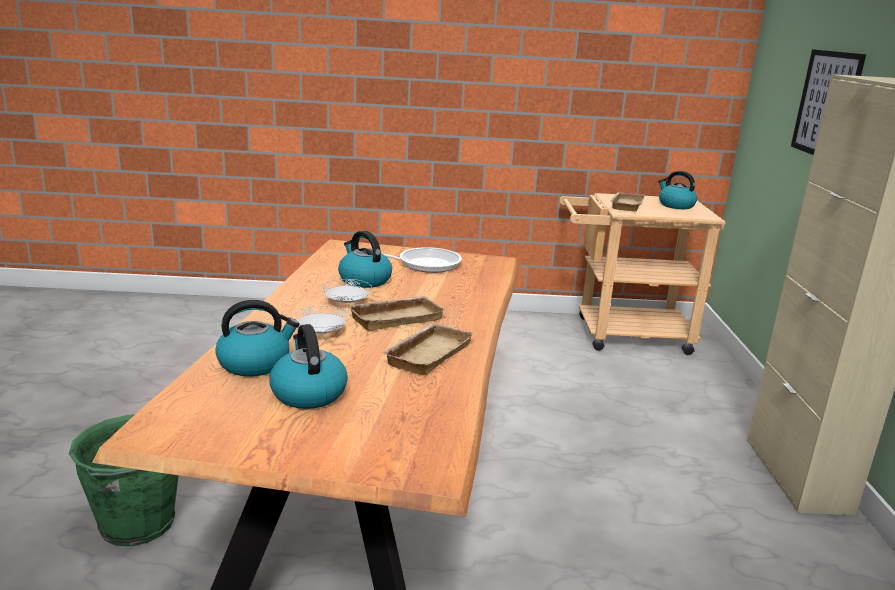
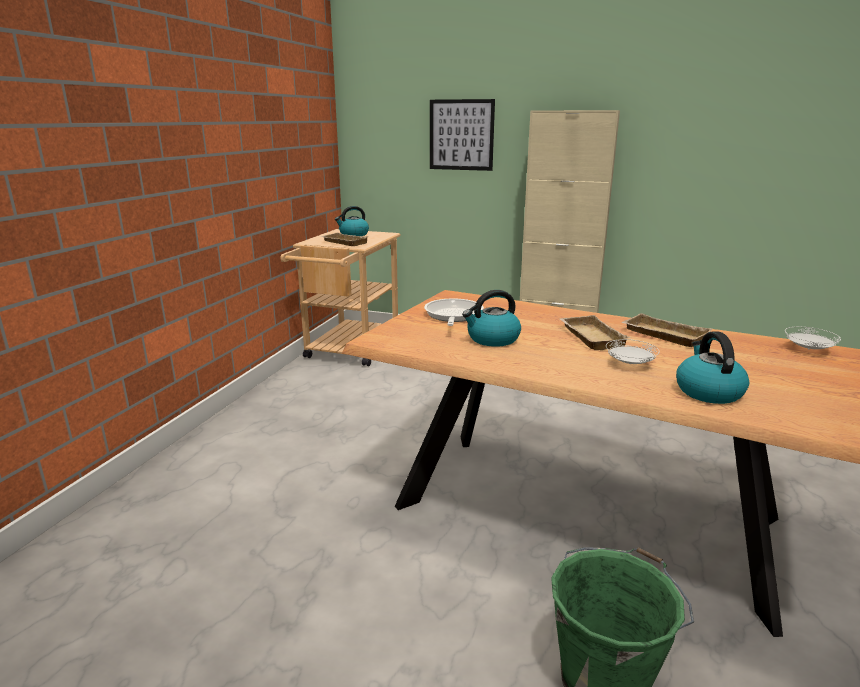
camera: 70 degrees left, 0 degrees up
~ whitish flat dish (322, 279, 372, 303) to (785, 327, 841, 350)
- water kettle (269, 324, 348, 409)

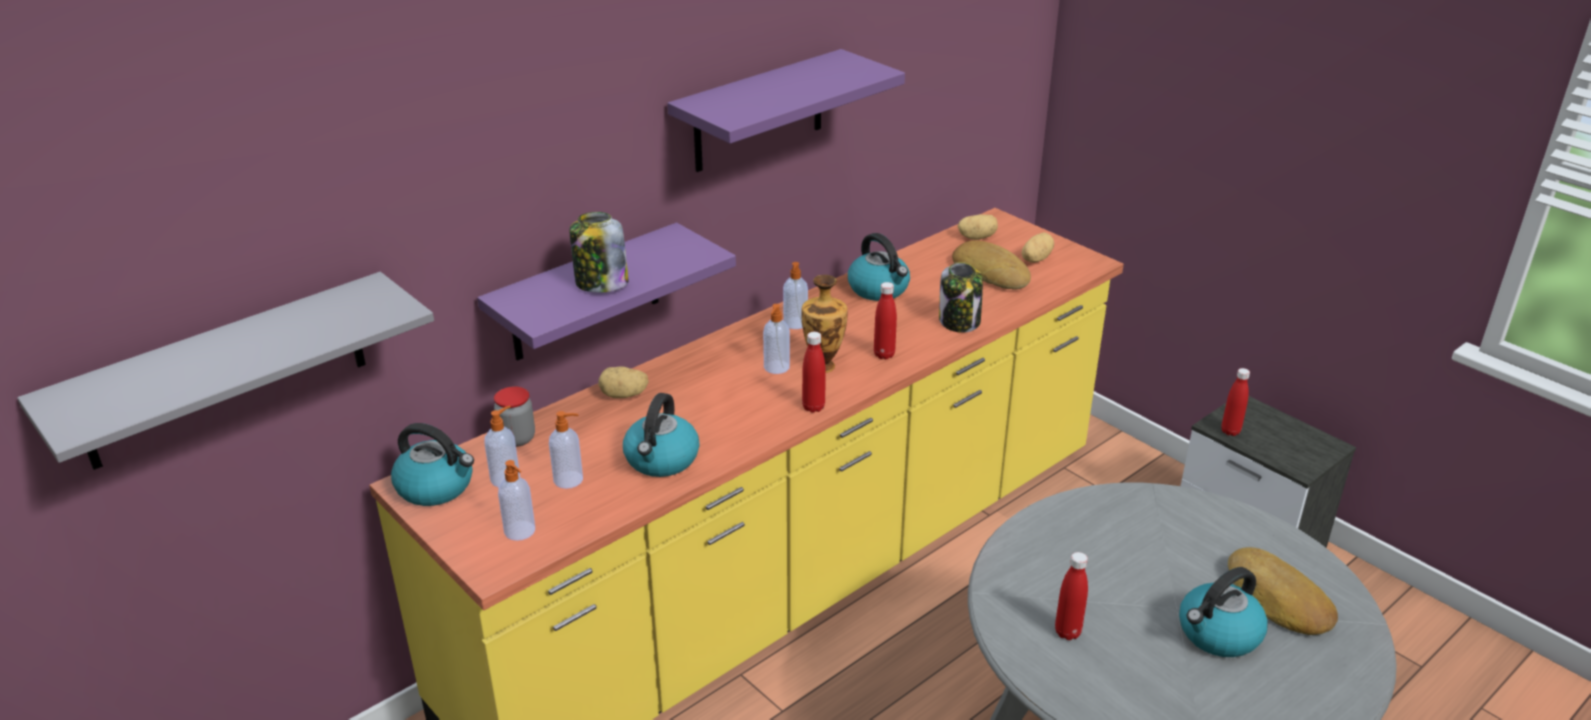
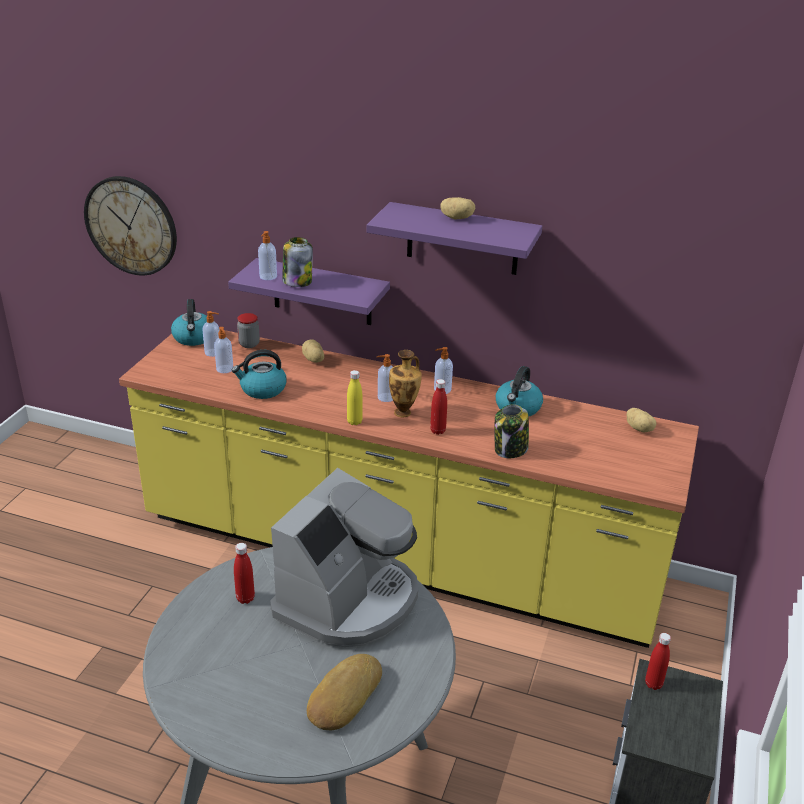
camera: 60 degrees right, 0 degrees up
~ whole potato (1022, 233, 1054, 263) to (440, 197, 475, 219)
- baked bread (952, 240, 1031, 290)
~ grey bracket shelf (17, 272, 434, 470) to wall clock (84, 176, 177, 275)
~ red-coloured beverage bottle (802, 332, 826, 413) to yellowish beverage bottle (347, 370, 363, 425)
~ soap dispenser (498, 460, 535, 541) to (258, 231, 277, 280)
- water kettle (1179, 567, 1268, 657)
+ coffee brewer (270, 468, 418, 647)

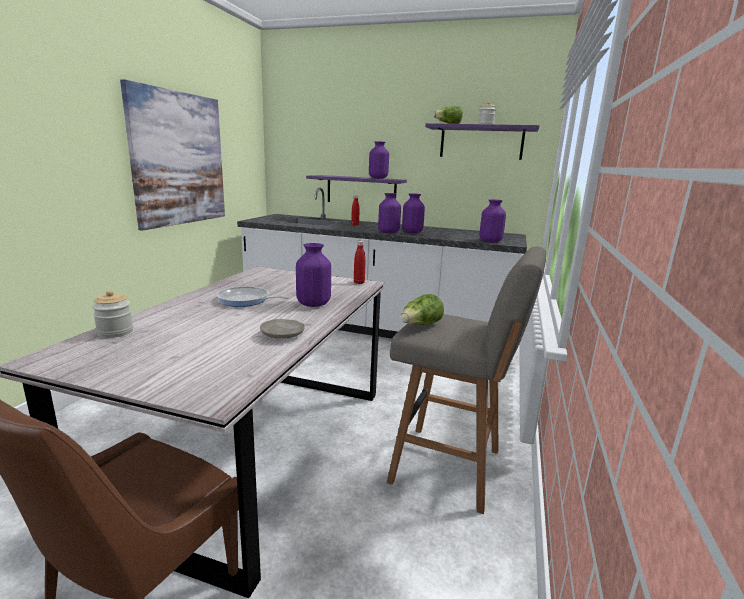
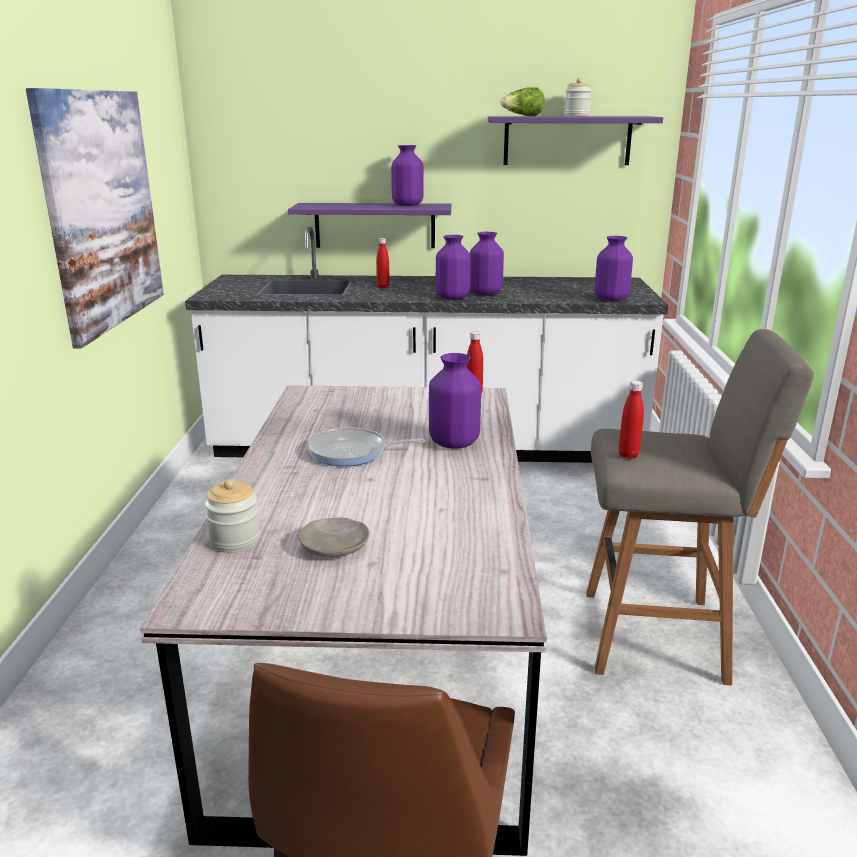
camera: 15 degrees left, 5 degrees up
~ lettuce (401, 294, 444, 325) to red-coloured beverage bottle (619, 381, 644, 459)
~ beige-coloured flat dish (260, 319, 305, 339) to (299, 517, 369, 557)

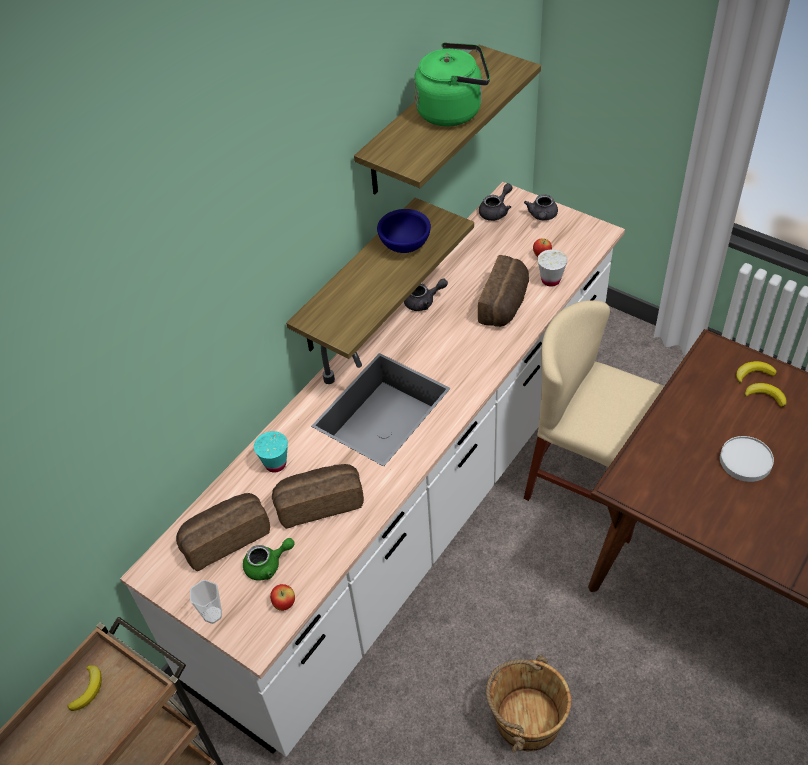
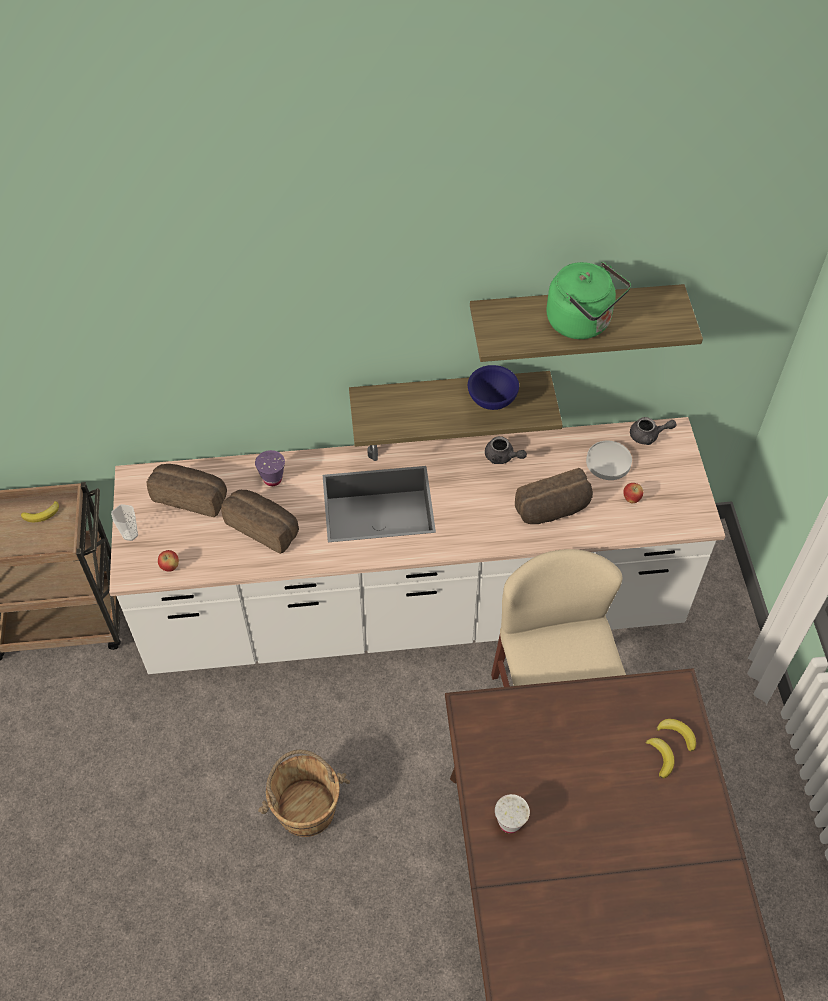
camera: 45 degrees right, 5 degrees up
- grey tea pot (524, 195, 558, 220)
~ whitish small cup (537, 249, 568, 287) to (495, 794, 530, 833)
~ blue-green small cup (254, 431, 288, 473) to purplish small cup (255, 450, 285, 486)
~ whitish flat dish (720, 436, 774, 482) to (586, 441, 632, 480)
- green-coloured tea pot (243, 538, 295, 581)

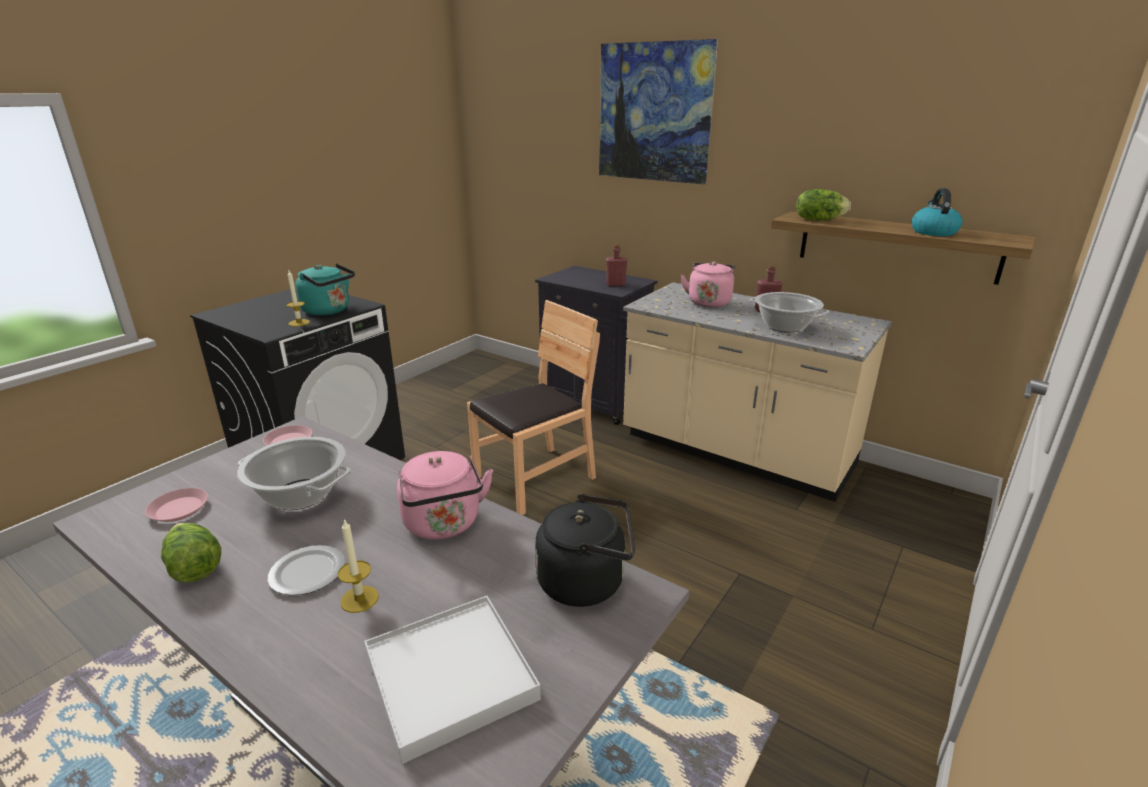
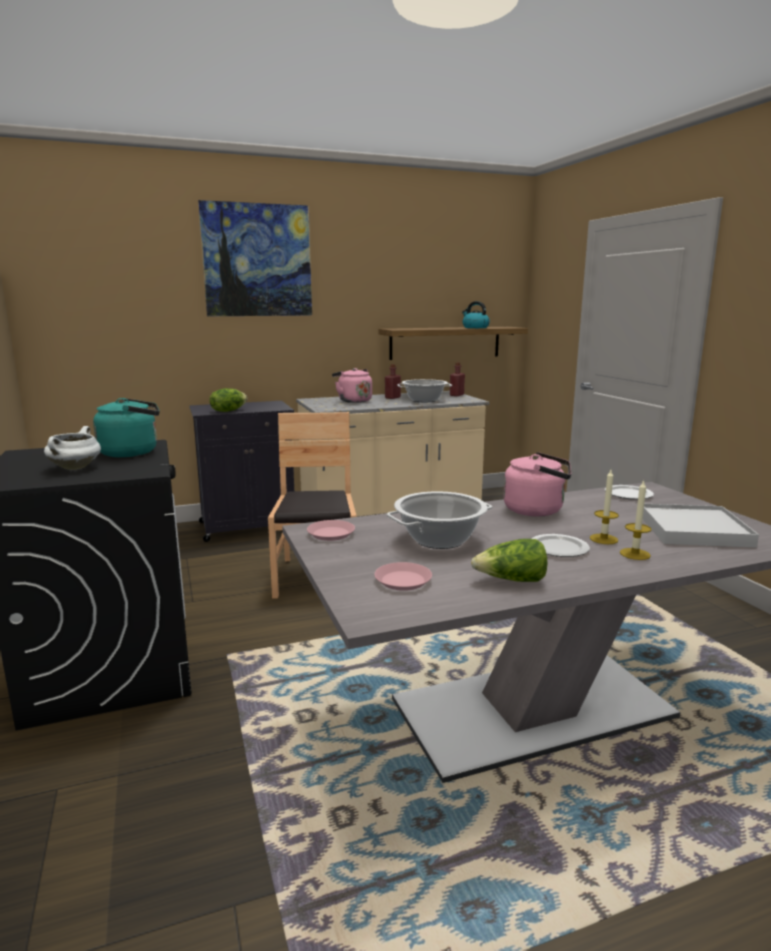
camera: 55 degrees left, 10 degrees down
~ lettuce (796, 189, 851, 220) to (209, 388, 247, 412)
~ red-coloured beverage bottle (606, 244, 627, 286) to (450, 362, 465, 396)
~ candle (286, 270, 310, 326) to (620, 480, 652, 560)
~ blackish water kettle (535, 494, 635, 607) to flat dish (605, 485, 654, 500)
+ whitish stockpot (44, 426, 101, 470)

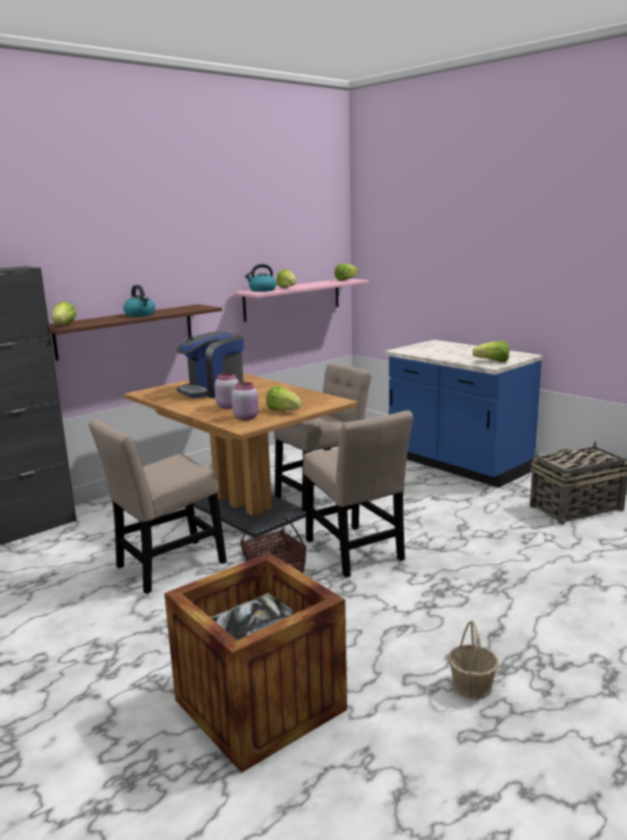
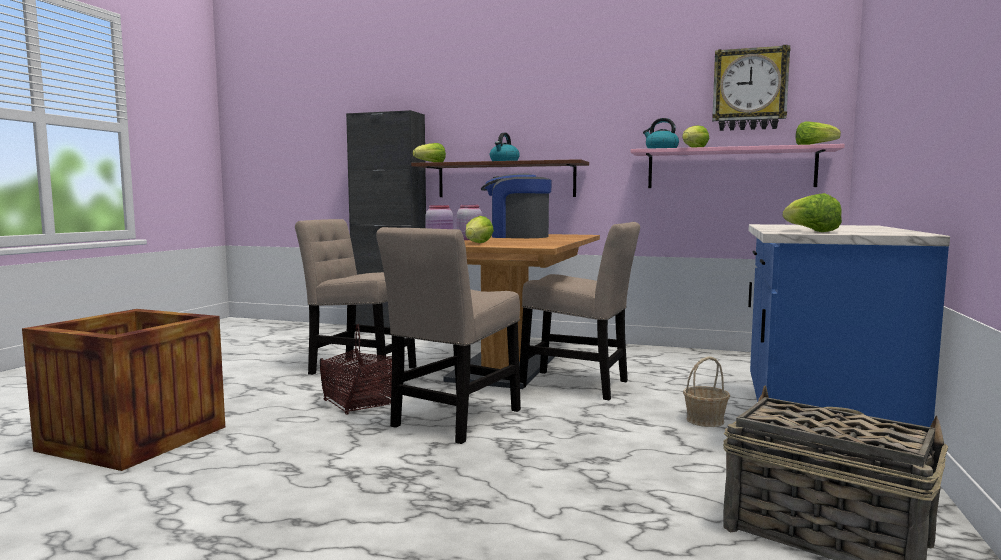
camera: 60 degrees right, 10 degrees down
~ storage basket (448, 620, 499, 700) to (683, 356, 730, 427)
+ wall clock (712, 45, 791, 131)

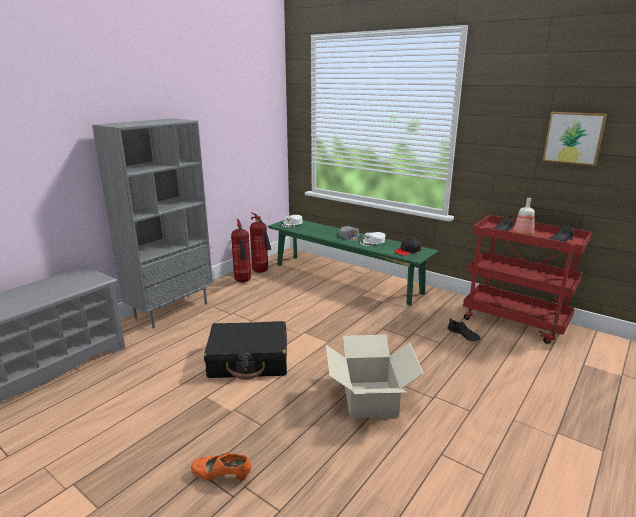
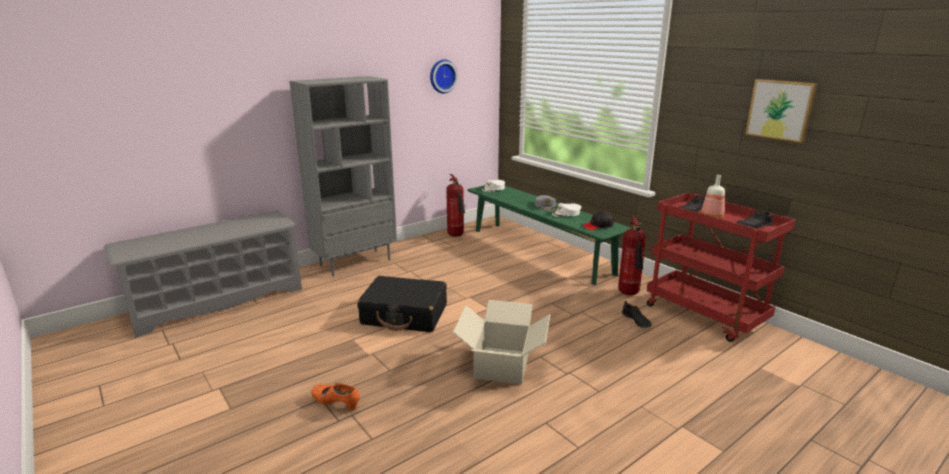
camera: 15 degrees right, 0 degrees up
~ extinguisher (231, 219, 251, 282) to (618, 216, 646, 295)
+ wall clock (430, 59, 458, 94)

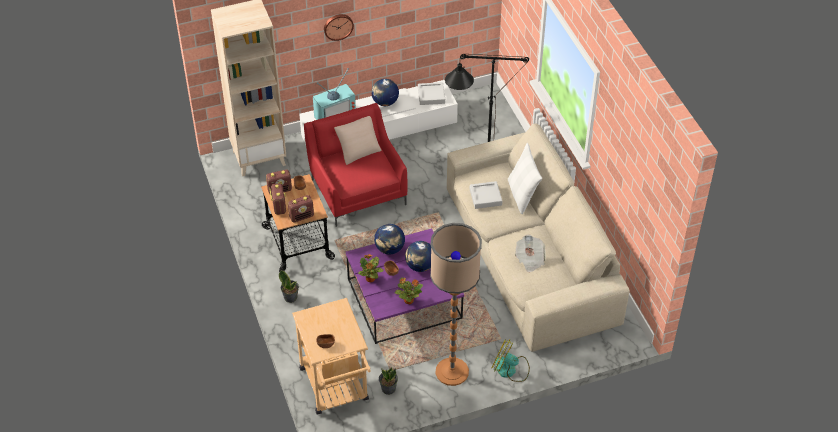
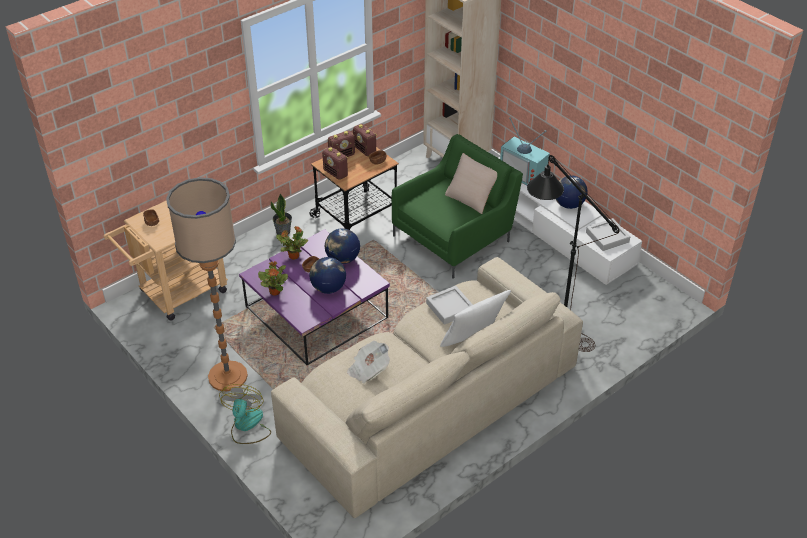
camera: 70 degrees right, 5 degrees down
- wall clock (324, 14, 354, 41)
~ red-coloured armchair (304, 103, 407, 227) to green-coloured armchair (392, 134, 523, 279)
- potted plant (379, 368, 398, 395)

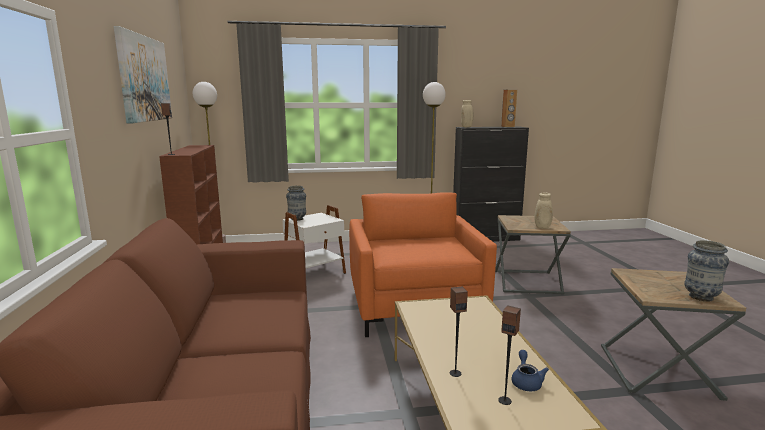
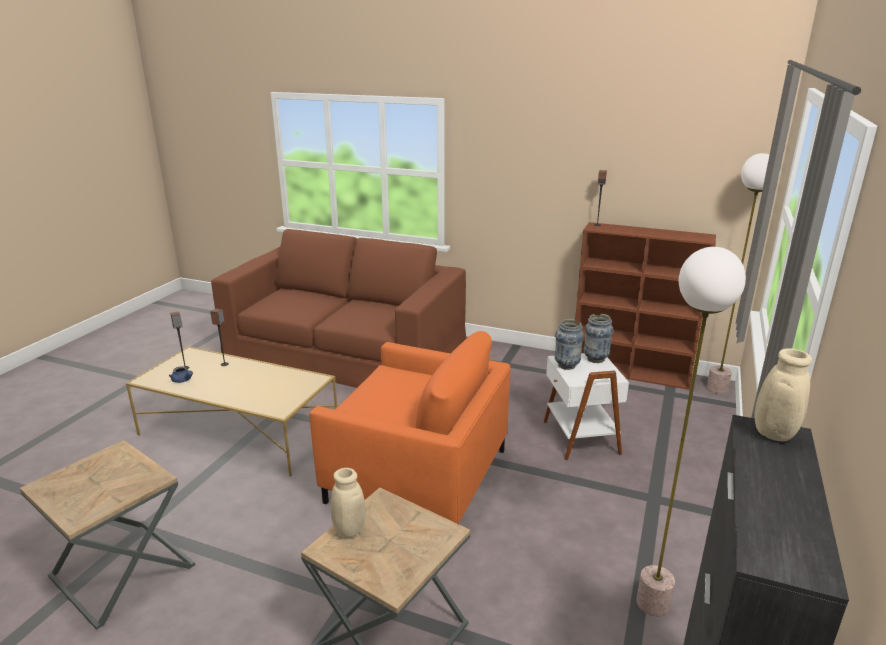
camera: 120 degrees right, 10 degrees up
- picture (114, 26, 172, 124)
- brown-coloured audio speaker (501, 90, 517, 127)
~ decorative vase (684, 240, 729, 301) to (554, 319, 584, 370)

